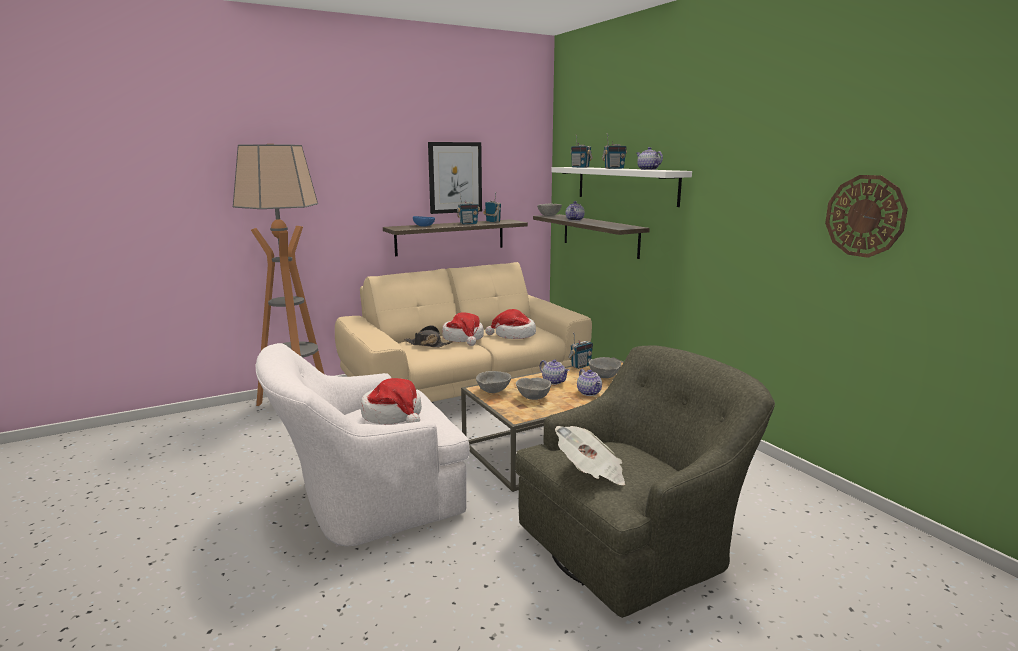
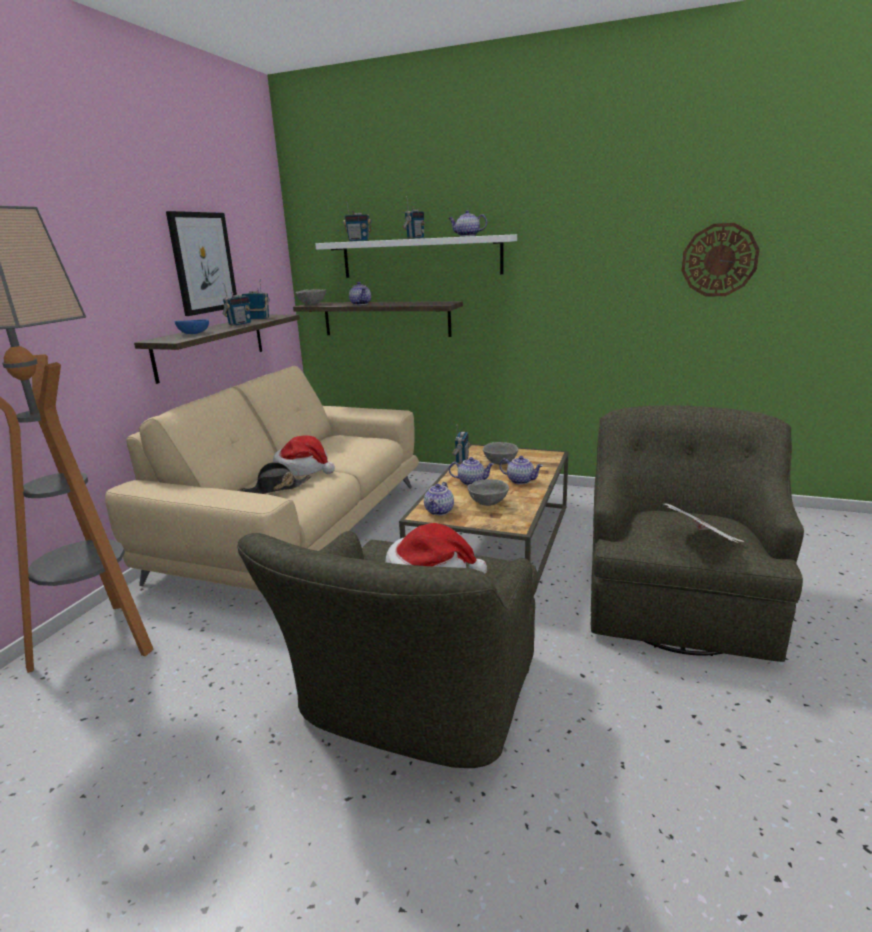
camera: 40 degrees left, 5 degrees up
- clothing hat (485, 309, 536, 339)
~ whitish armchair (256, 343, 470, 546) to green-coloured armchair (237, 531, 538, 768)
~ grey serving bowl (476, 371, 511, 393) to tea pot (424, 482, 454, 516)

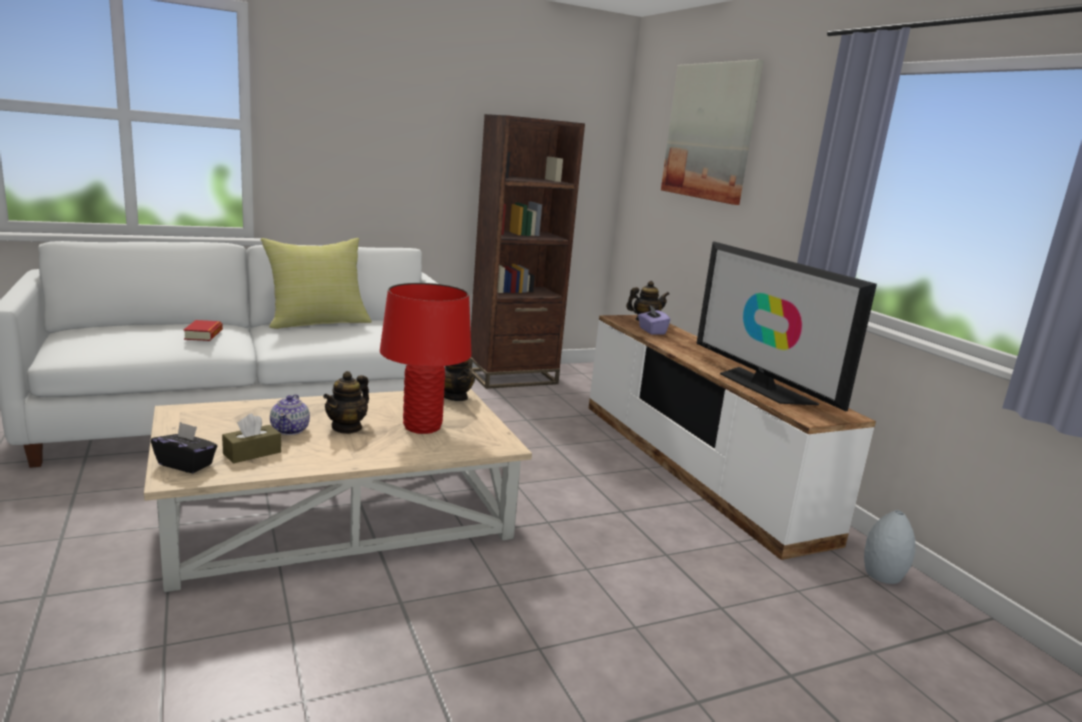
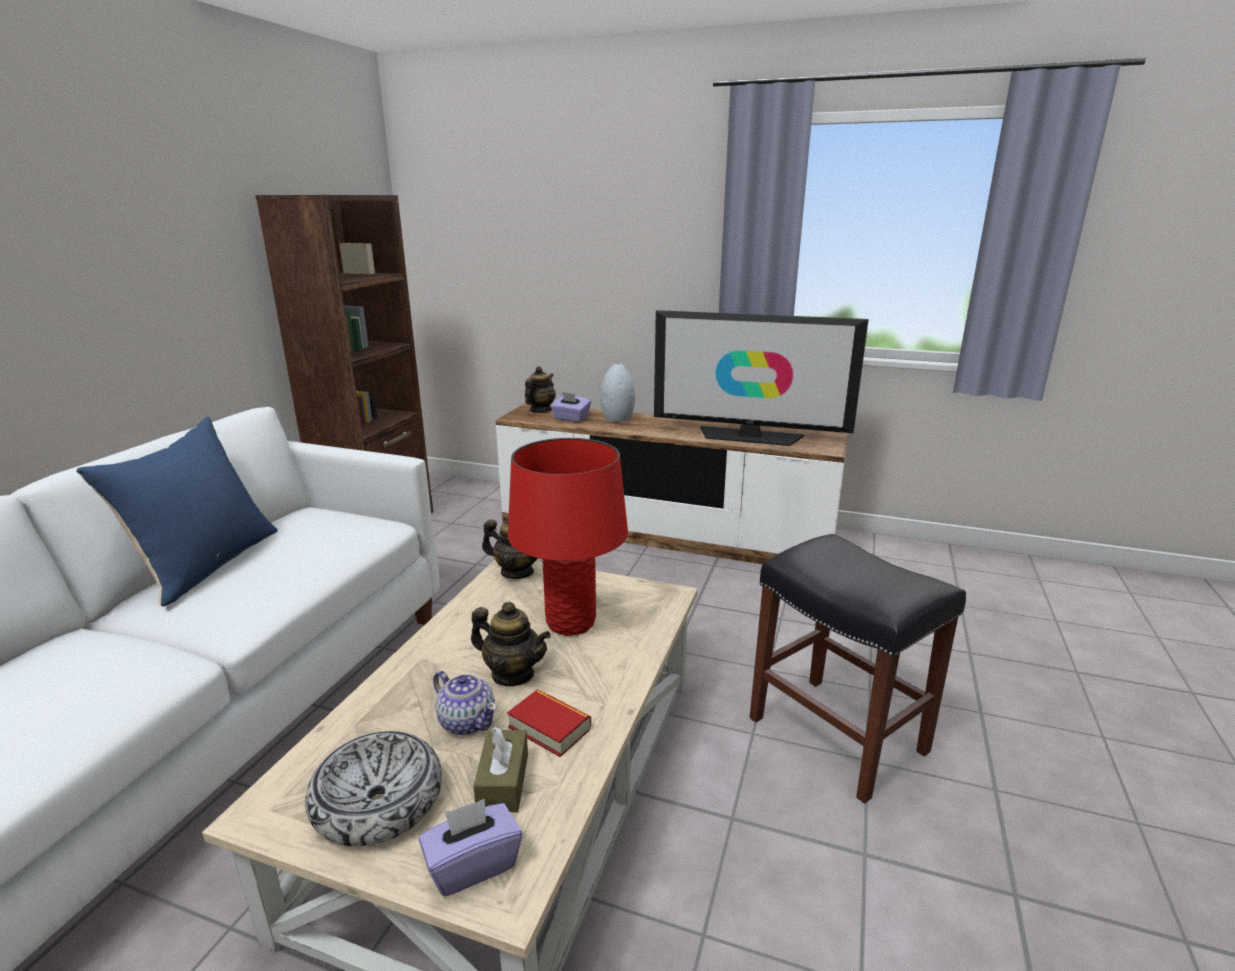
camera: 45 degrees left, 5 degrees up
- picture (661, 59, 764, 205)
~ yellowish pillow (260, 238, 372, 329) to blue-coloured pillow (76, 416, 278, 607)
~ book (183, 320, 223, 341) to (507, 689, 591, 757)
~ tea pot (323, 371, 369, 434) = (471, 602, 551, 686) 45 degrees counterclockwise
~ blackish tissue holder (151, 422, 217, 473) to purplish tissue holder (419, 799, 522, 897)
~ grey decorative vase (864, 510, 915, 584) to (600, 363, 636, 422)
+ blackish sitting stool (750, 534, 966, 804)
+ serving bowl (305, 731, 442, 846)

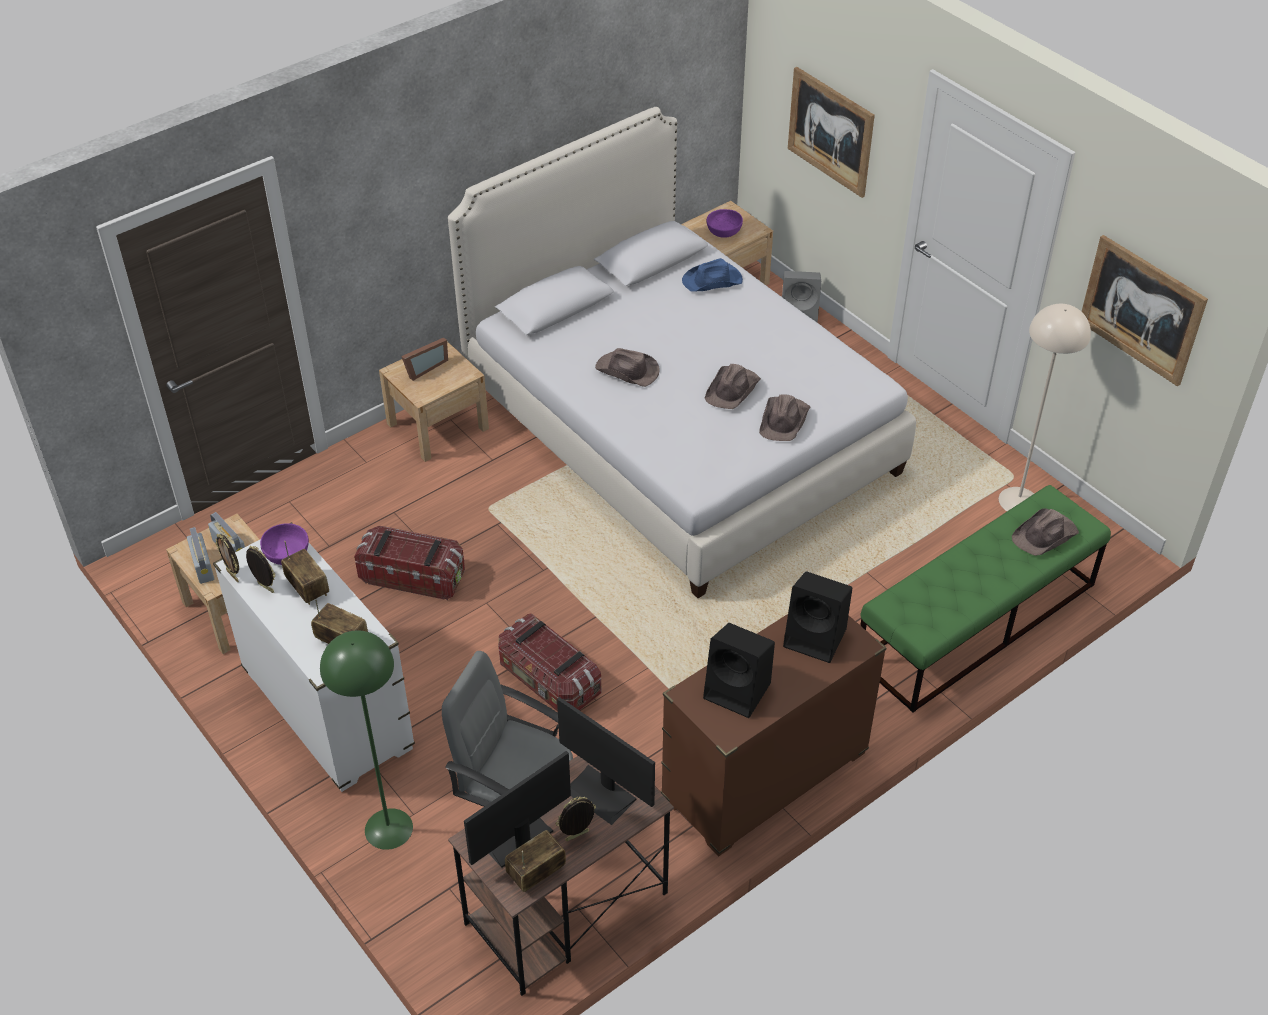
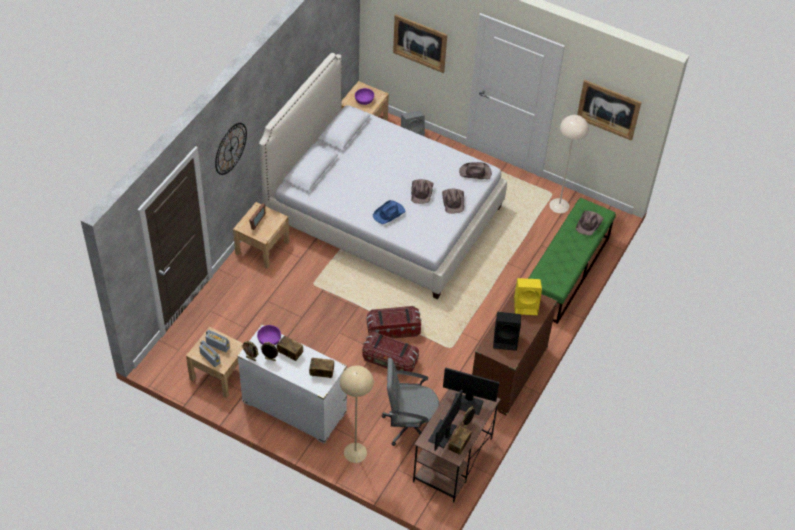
camera: 25 degrees left, 5 degrees up
~ blue-coloured clothing hat (682, 258, 743, 292) to (373, 200, 406, 224)
~ brown-coloured clothing hat (595, 348, 659, 387) to (459, 162, 492, 179)
~ storage container (354, 526, 465, 600) to (367, 306, 421, 339)
~ blackish audio speaker (783, 571, 852, 663) to yellowish audio speaker (514, 278, 542, 315)
~ green-coloured standing lamp (320, 630, 413, 850) to beige-coloured standing lamp (340, 365, 374, 463)
+ wall clock (215, 123, 247, 175)

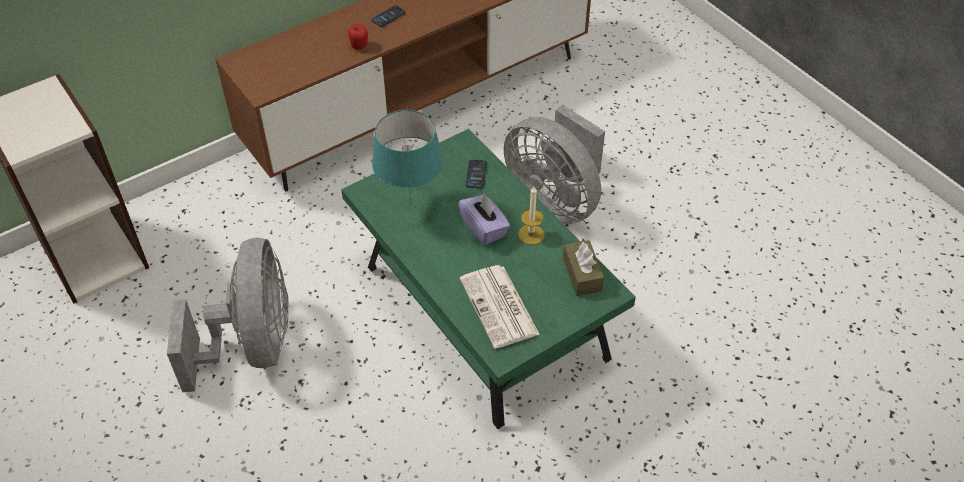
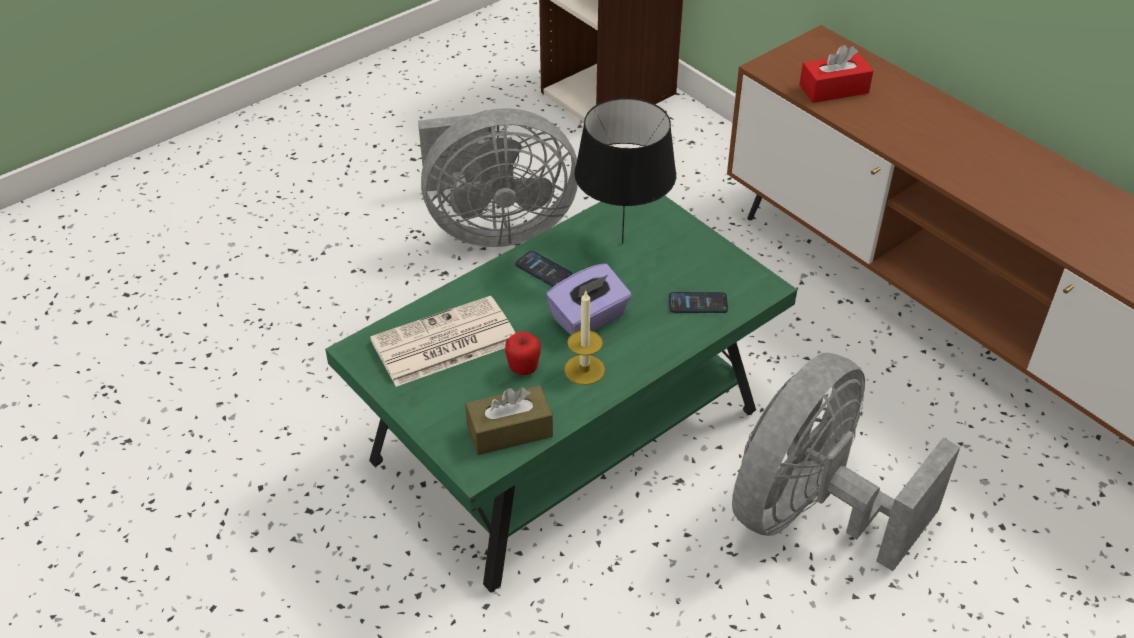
camera: 85 degrees right, 5 degrees down
~ telephone (371, 5, 405, 27) to (515, 251, 572, 287)
~ whole apple (348, 24, 368, 50) to (505, 331, 541, 375)
~ blue-green lamp for a table (372, 110, 443, 206) to blackish lamp for a table (574, 98, 676, 244)
+ red-coloured tissue holder (799, 45, 873, 103)

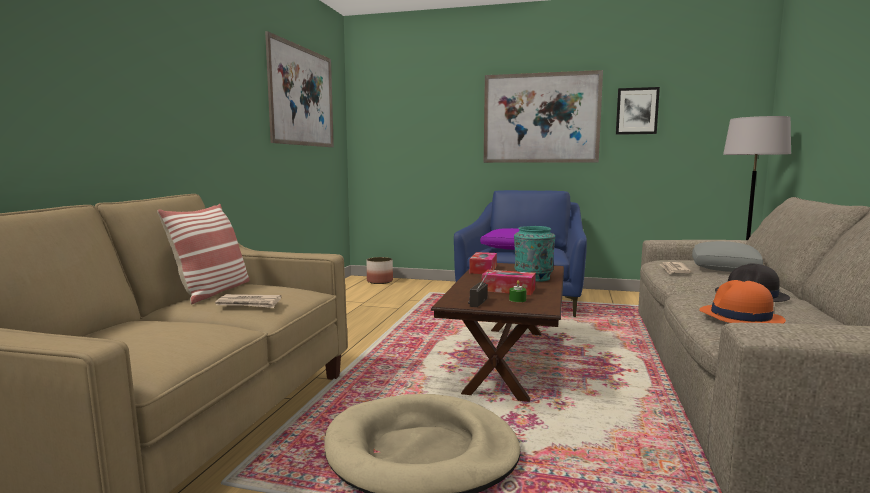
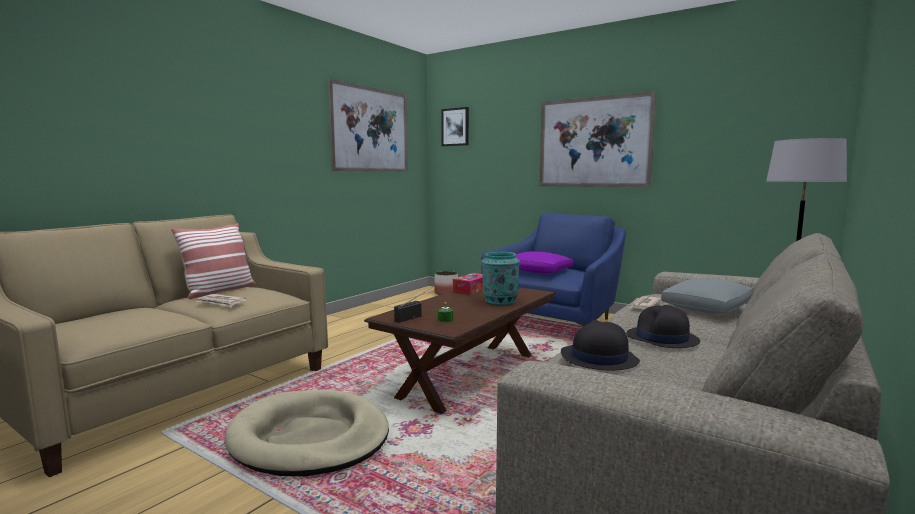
camera: 20 degrees right, 0 degrees up
~ picture (616, 87, 660, 135) to (441, 107, 469, 146)
- tissue holder (482, 270, 536, 295)
~ orange-coloured clothing hat (699, 280, 786, 323) to blackish clothing hat (561, 320, 640, 370)

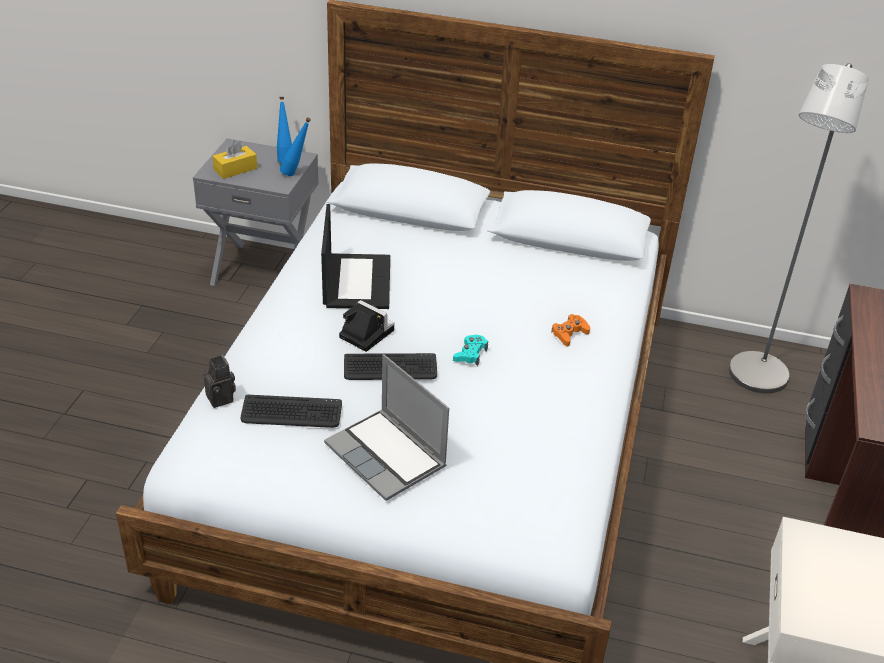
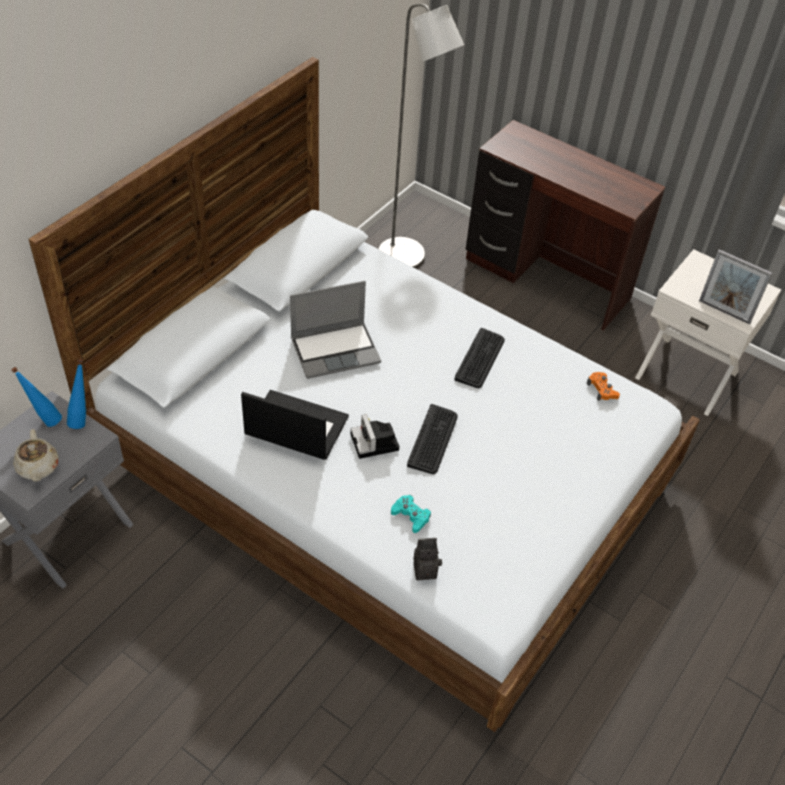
camera: 70 degrees left, 10 degrees up
~ yellowish tissue holder (212, 141, 257, 179) to beige-coloured tea pot (13, 429, 59, 481)
~ still camera (339, 300, 395, 352) = (351, 414, 399, 459) 75 degrees counterclockwise
~ orange-coloured gamepad (551, 314, 590, 346) to (587, 372, 620, 401)
~ blue-green gamepad (453, 335, 488, 366) to (391, 495, 431, 533)
~ notebook computer (324, 354, 449, 501) to (290, 281, 381, 379)
~ keyboard (241, 395, 342, 428) to (454, 328, 505, 388)
+ photo frame (699, 249, 772, 324)

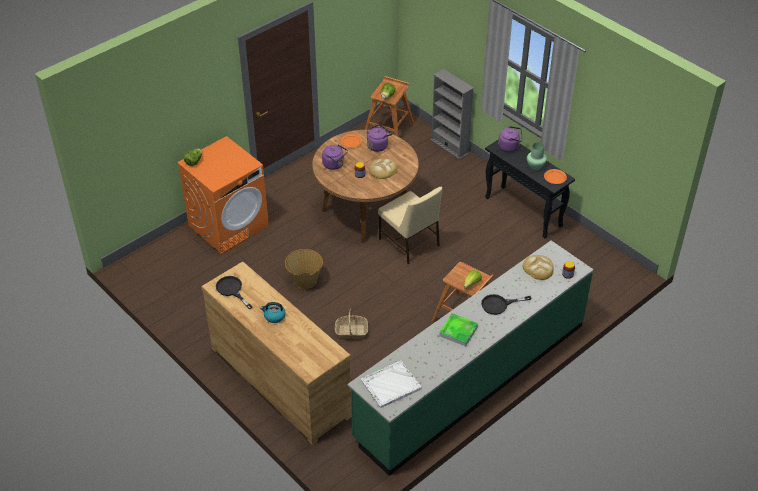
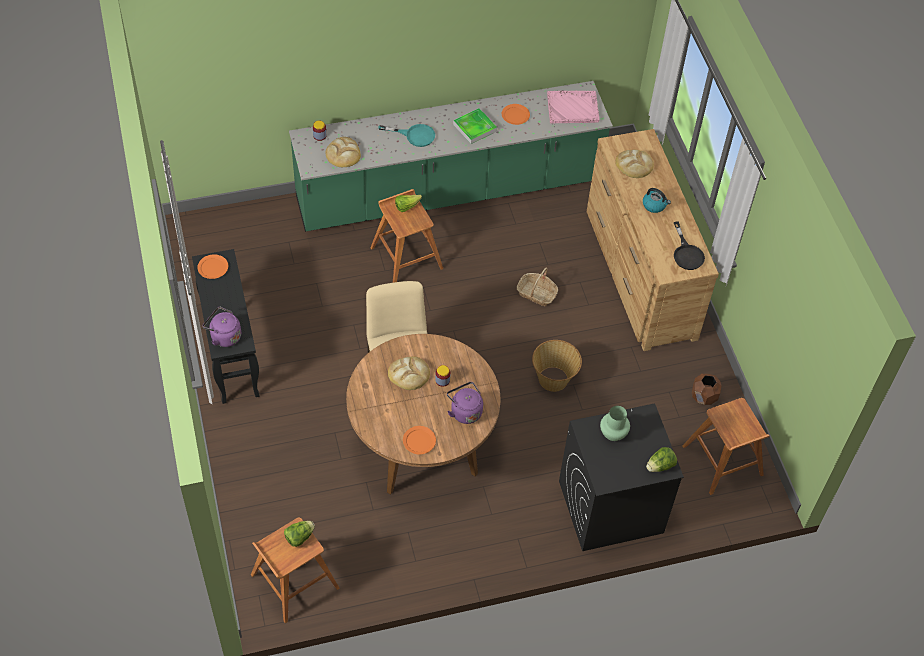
camera: 155 degrees left, 10 degrees up
- grey bookcase (431, 69, 474, 160)
- purplish water kettle (367, 124, 392, 152)
~ orange-coloured laundry machine (177, 136, 269, 254) to blackish laundry machine (559, 403, 684, 551)
~ green-coloured decorative vase (527, 143, 547, 170) to (600, 406, 630, 441)
~ blackish skillet (481, 294, 532, 315) to blue-green skillet (378, 124, 435, 147)
~ whitish tray (361, 361, 422, 408) to pink tray (547, 91, 600, 123)
+ orange-coloured flat dish (502, 104, 530, 125)
+ baked bread (615, 150, 654, 178)
+ brown-coloured planter (692, 374, 722, 405)
+ brown-coloured sitting stool (682, 398, 770, 495)

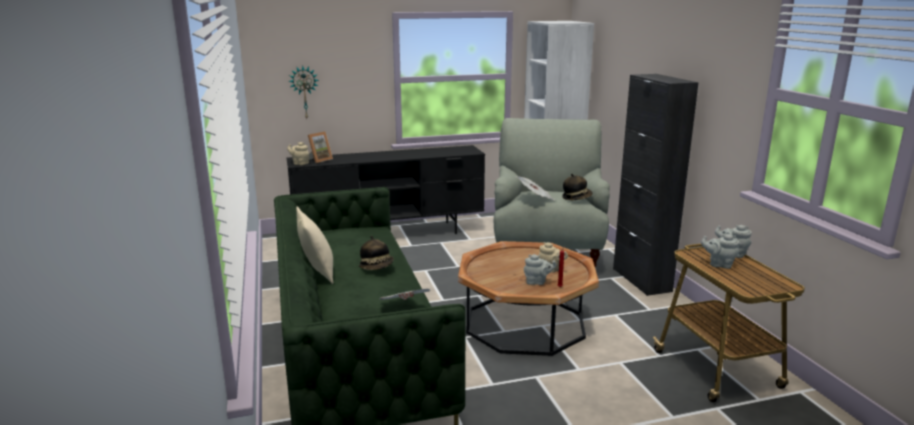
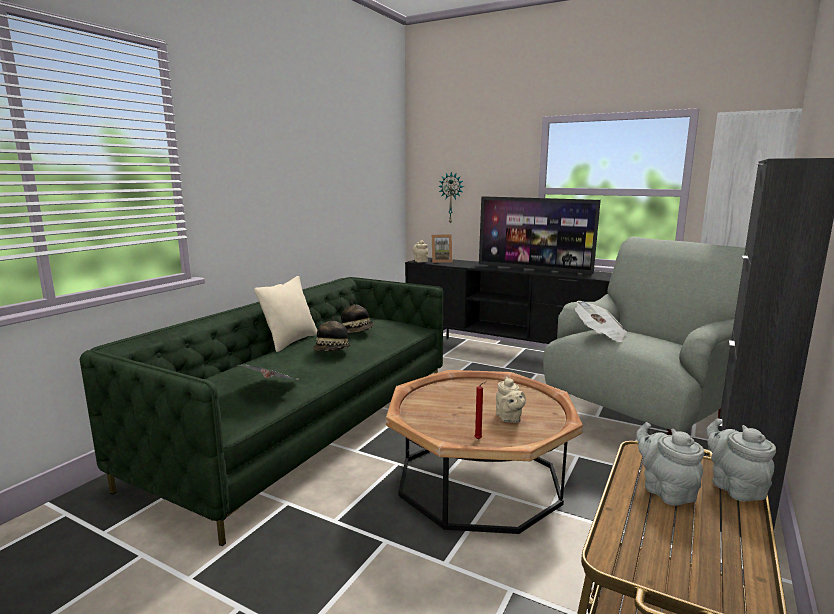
camera: 45 degrees right, 5 degrees down
~ clothing hat (562, 174, 592, 200) to (341, 301, 374, 333)
- grey tea pot (524, 254, 557, 285)
+ television (479, 196, 601, 274)

